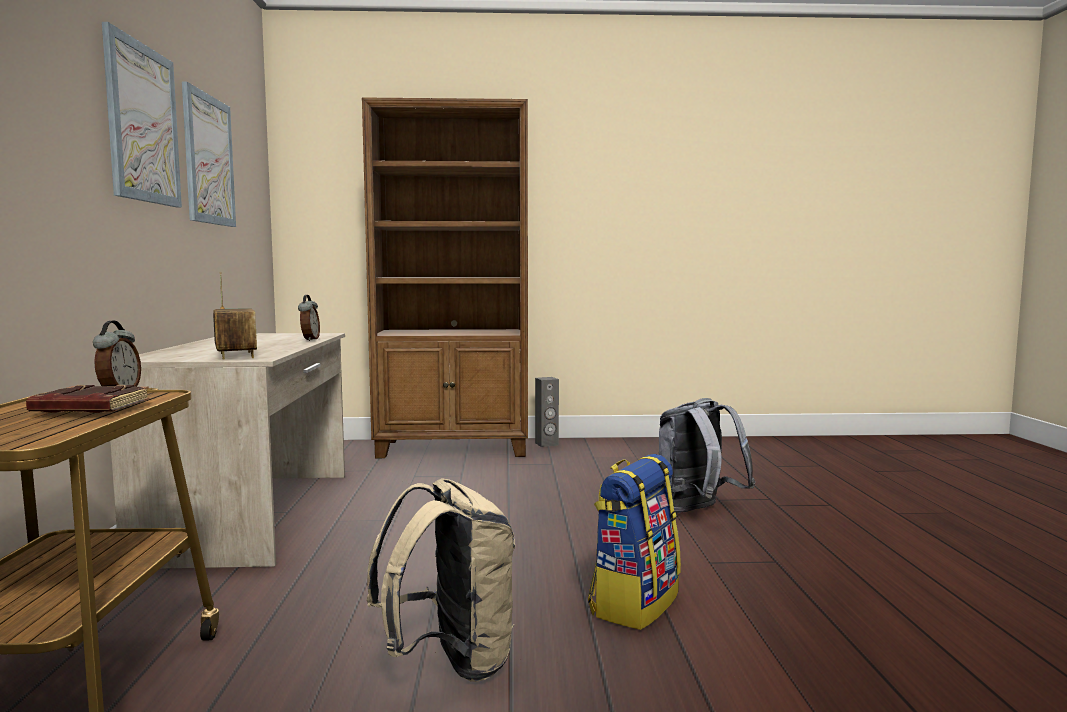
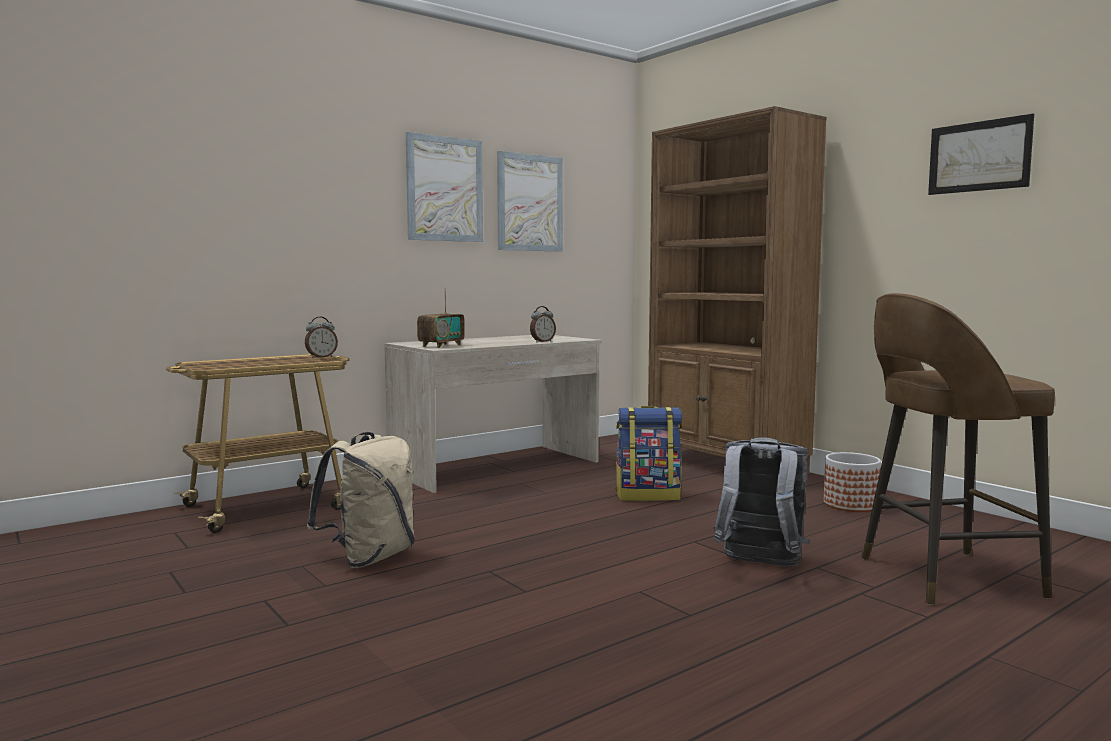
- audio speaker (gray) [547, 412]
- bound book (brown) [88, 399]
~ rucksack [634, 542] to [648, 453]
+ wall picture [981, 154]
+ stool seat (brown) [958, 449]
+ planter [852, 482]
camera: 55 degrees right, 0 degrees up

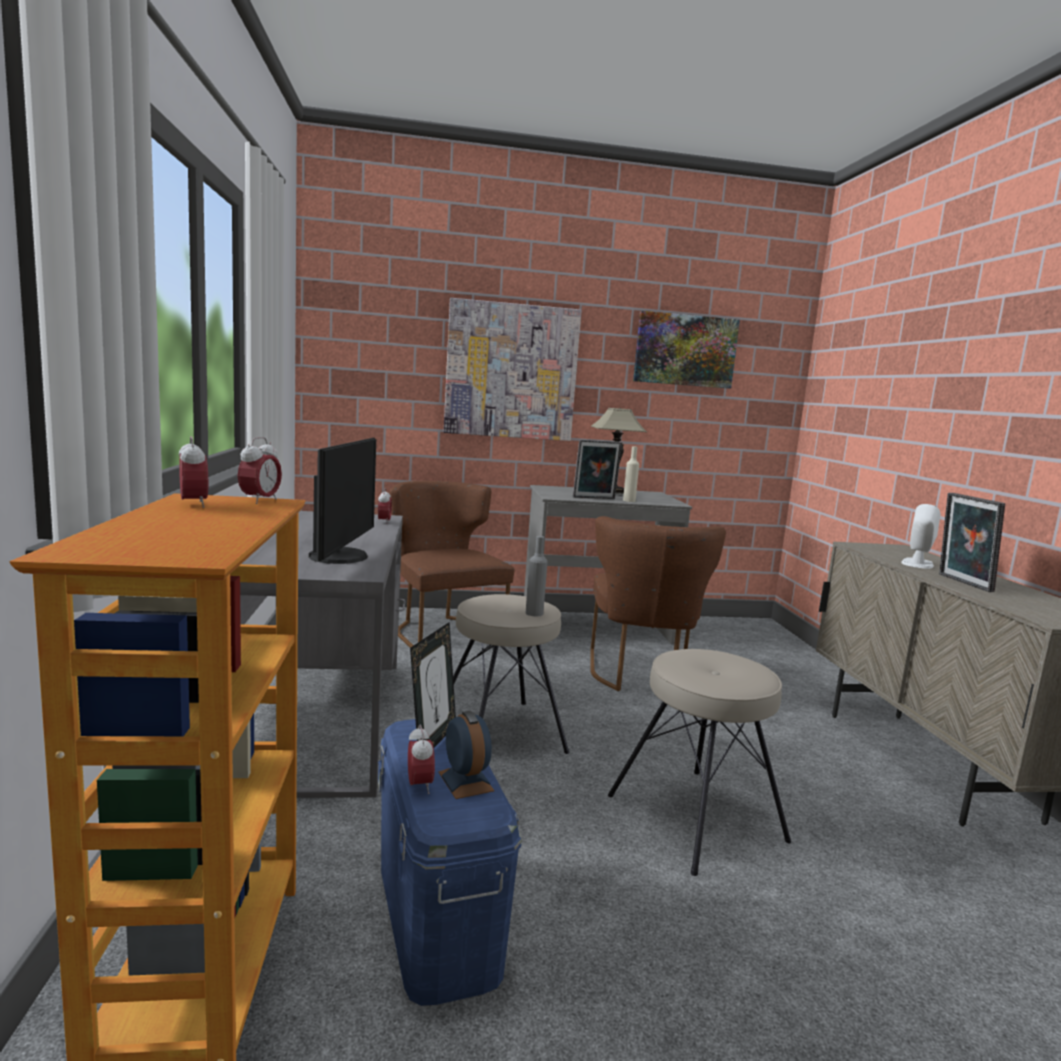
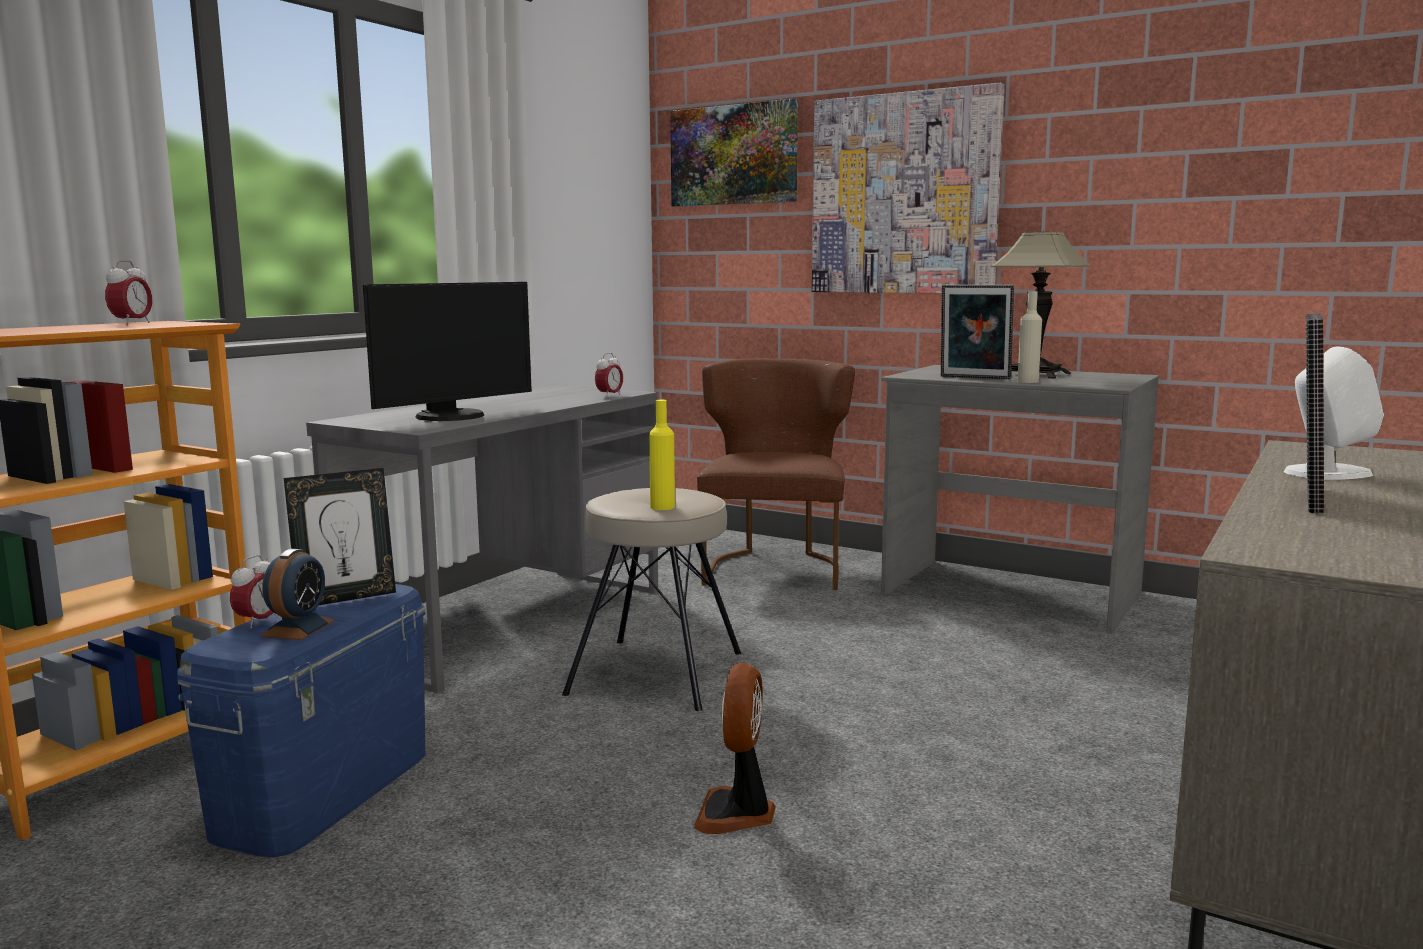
~ wall picture [686, 350] to [734, 153]
- alarm clock [260, 470]
- upright chair (brown) [658, 603]
~ beverage bottle (gray) [537, 576] to beverage bottle (yellow-coloured) [662, 455]
~ stool seat (sand-coloured) [699, 762] to cooling fan [735, 748]
camera: 40 degrees right, 0 degrees up

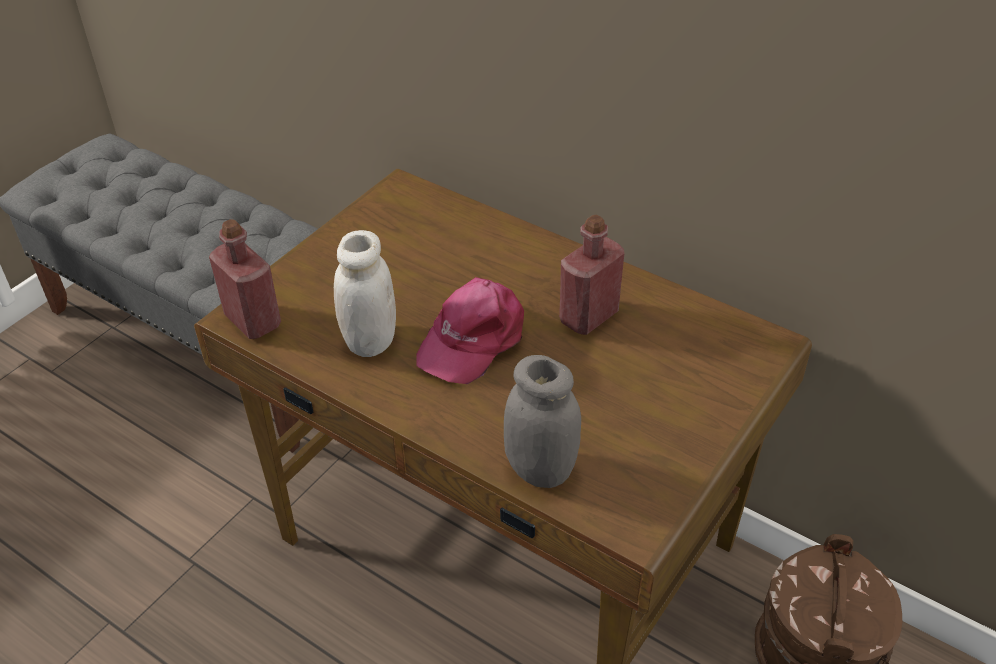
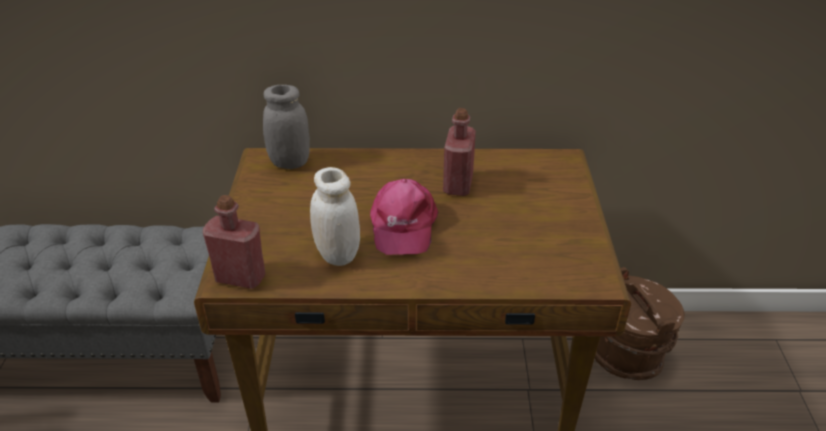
~ preserve jar (gray) [542, 421] to [286, 127]
camera: 35 degrees left, 5 degrees down

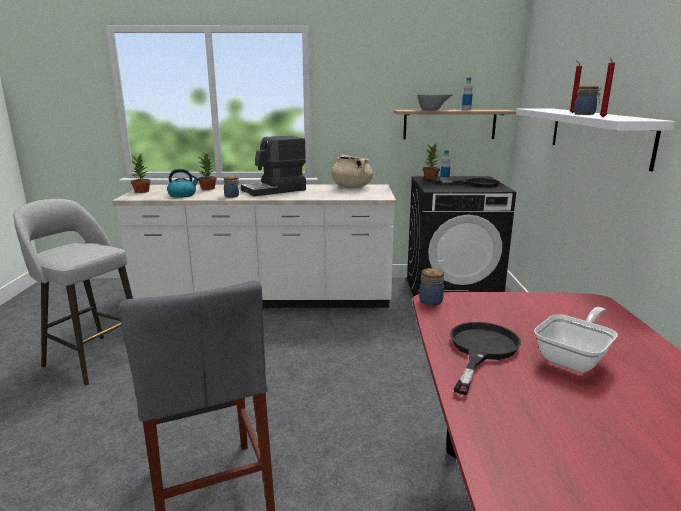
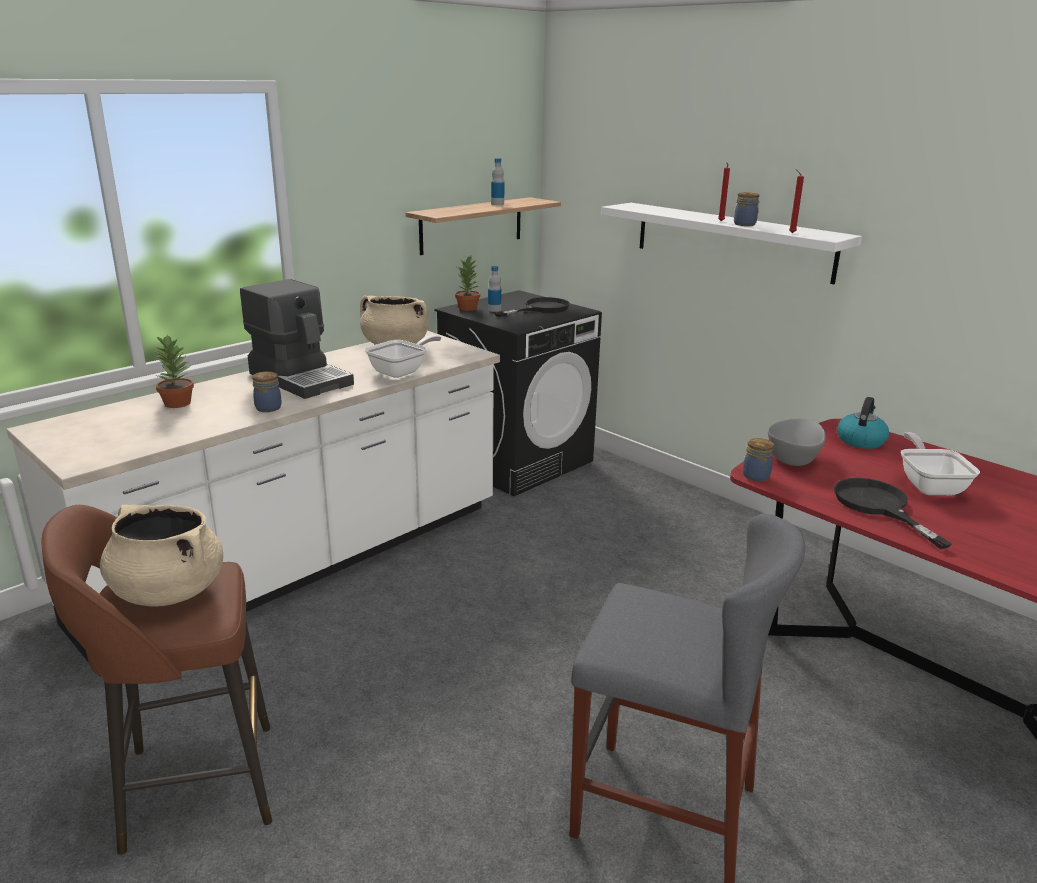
~ serving bowl (gray) [435, 102] to [797, 442]
~ coffee machine [273, 166] = [297, 339] 60 degrees counterclockwise
- houseplant [141, 173]
~ water kettle [183, 183] to [863, 423]
~ stool seat (gray) [73, 292] to stool seat (brown) [157, 680]
+ frying pan [403, 356]
+ cooking pot (sand-coloured) [161, 556]
camera: 45 degrees left, 5 degrees up

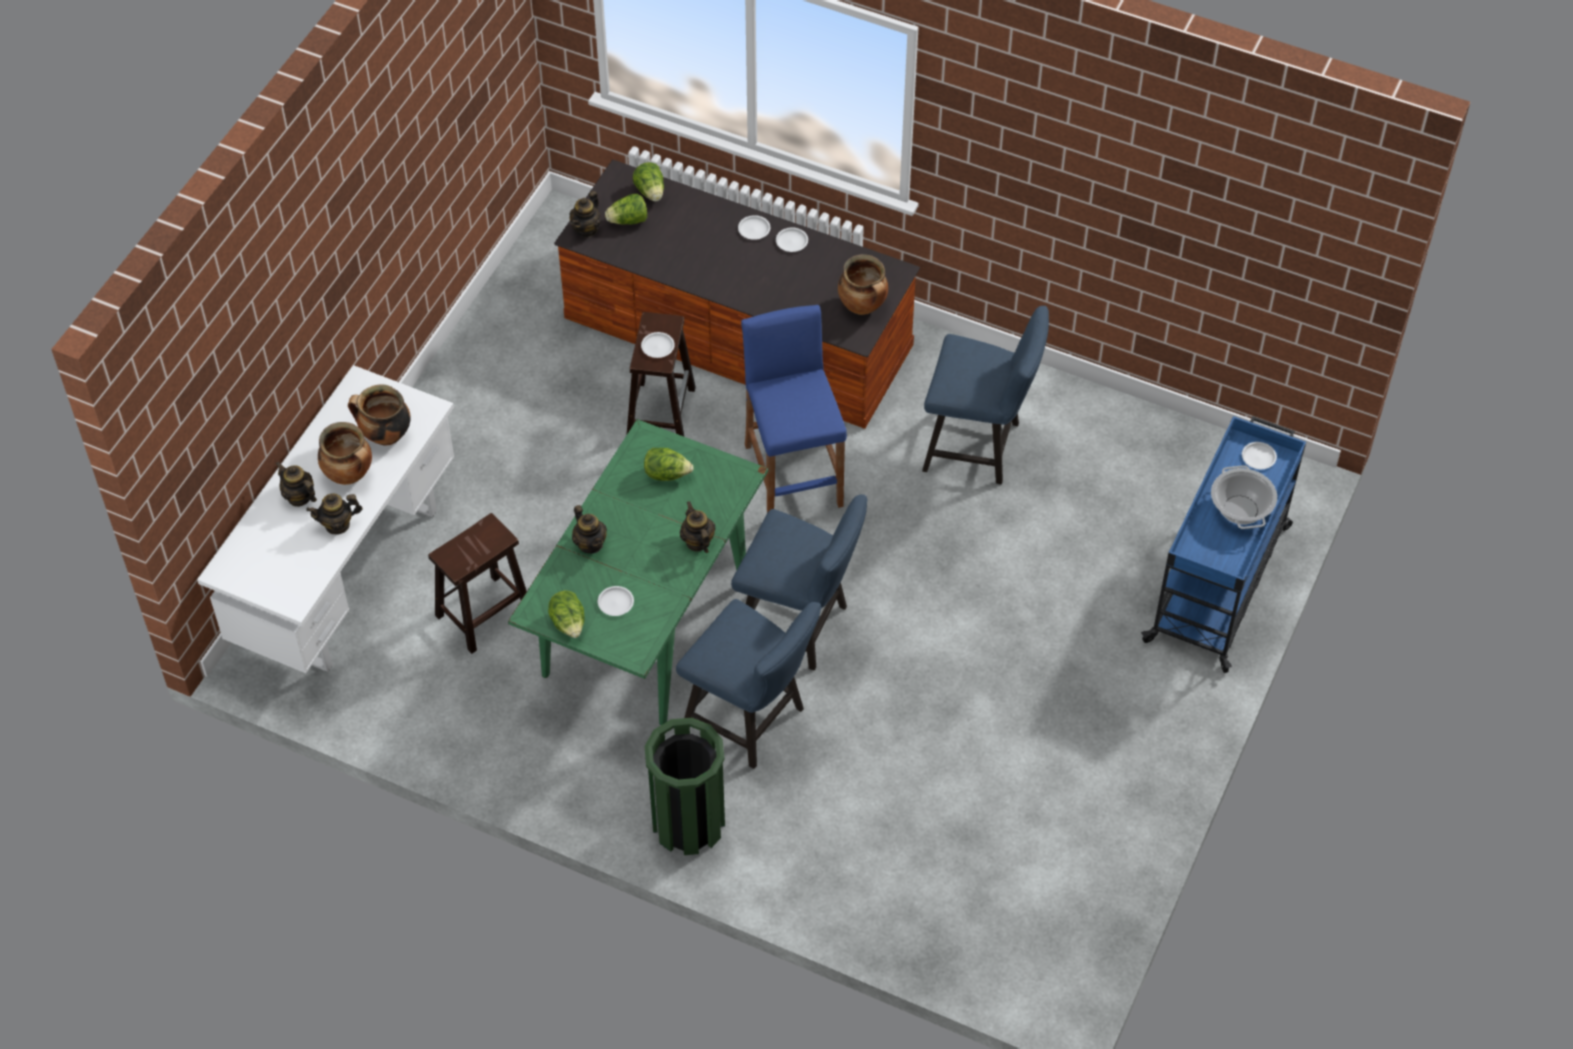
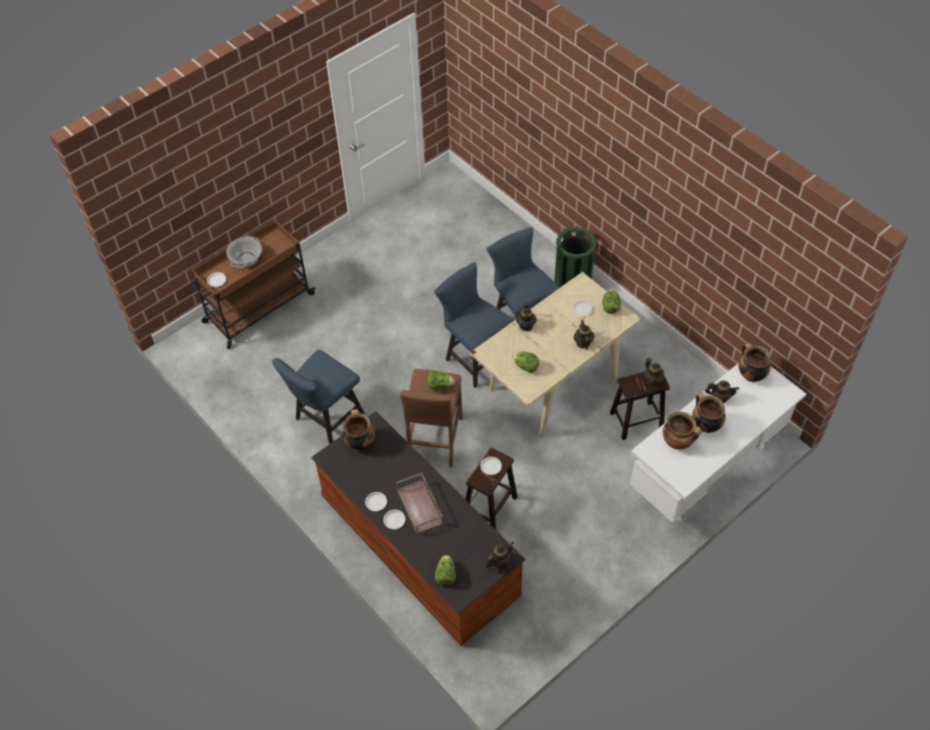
~ lettuce head [626, 209] to [441, 380]
~ stool seat (blue-coloured) [794, 409] to stool seat (brown) [431, 418]
~ upright chair (blue-coloured) [985, 395] = [318, 396] 90 degrees counterclockwise
~ trolley (blue-coloured) [1223, 544] to trolley (brown) [252, 284]
~ dining table (green-coloured) [638, 572] to dining table (sand-coloured) [555, 354]
~ pot for tea [296, 484] to [654, 372]
+ cooking pot [754, 362]
+ carrying tray (brown) [419, 503]
camera: 155 degrees left, 0 degrees up

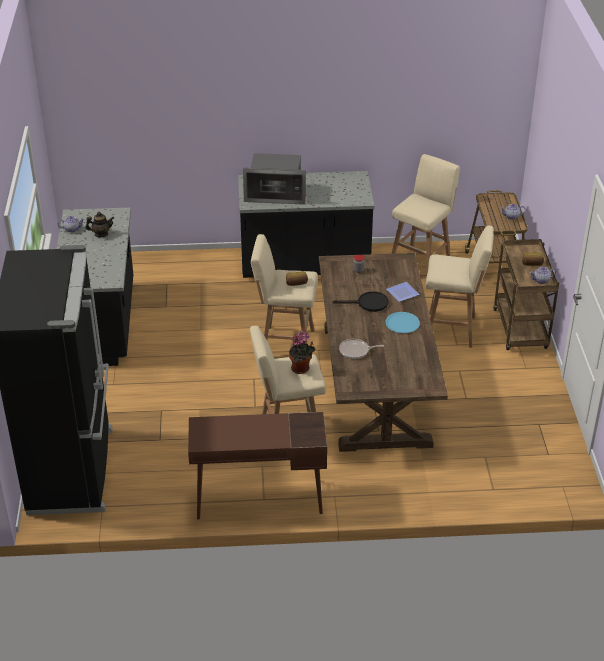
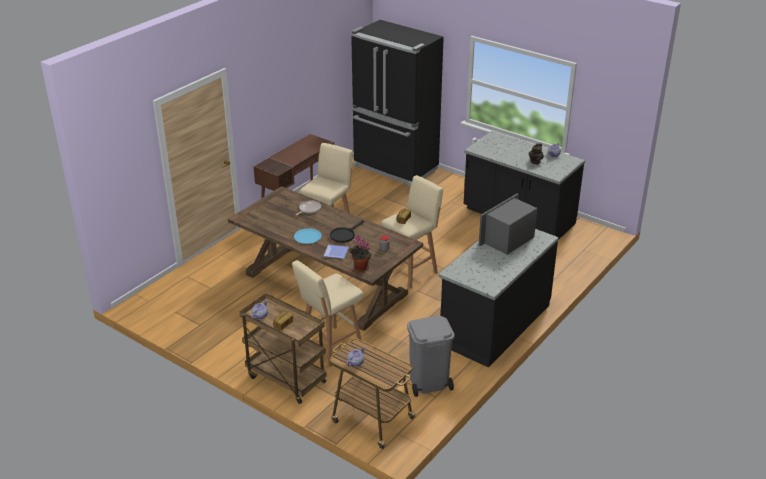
~ stool seat (sand-coloured) [425, 215] to waste bin (gray) [431, 356]
~ houseplant [302, 352] to [360, 254]
camera: 130 degrees right, 5 degrees down

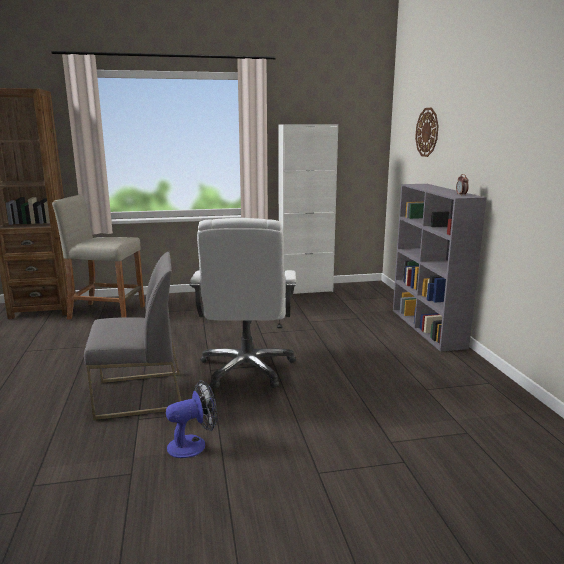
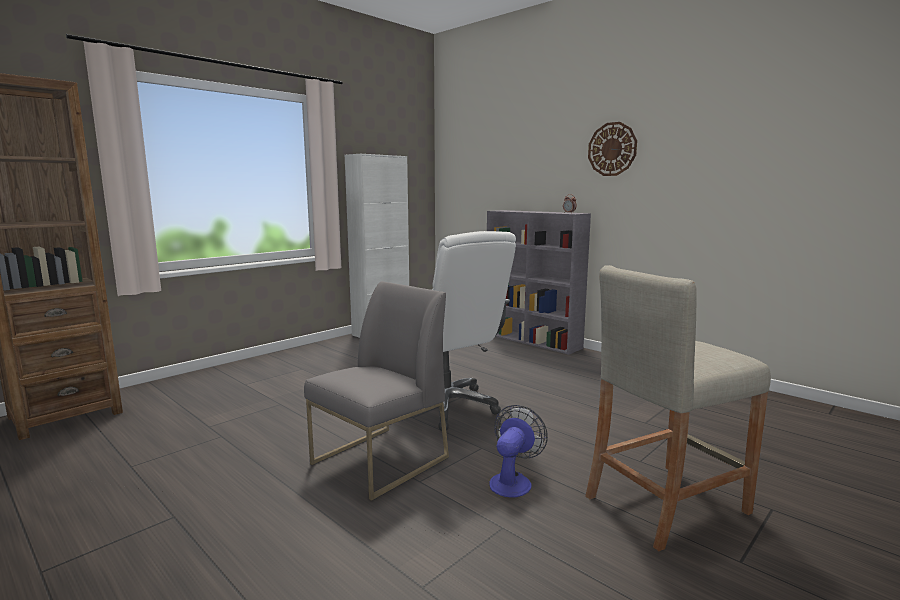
~ clock on the wall [426, 132] to [612, 149]
~ stool seat (sand-coloured) [98, 257] to [678, 408]
camera: 35 degrees left, 5 degrees down

